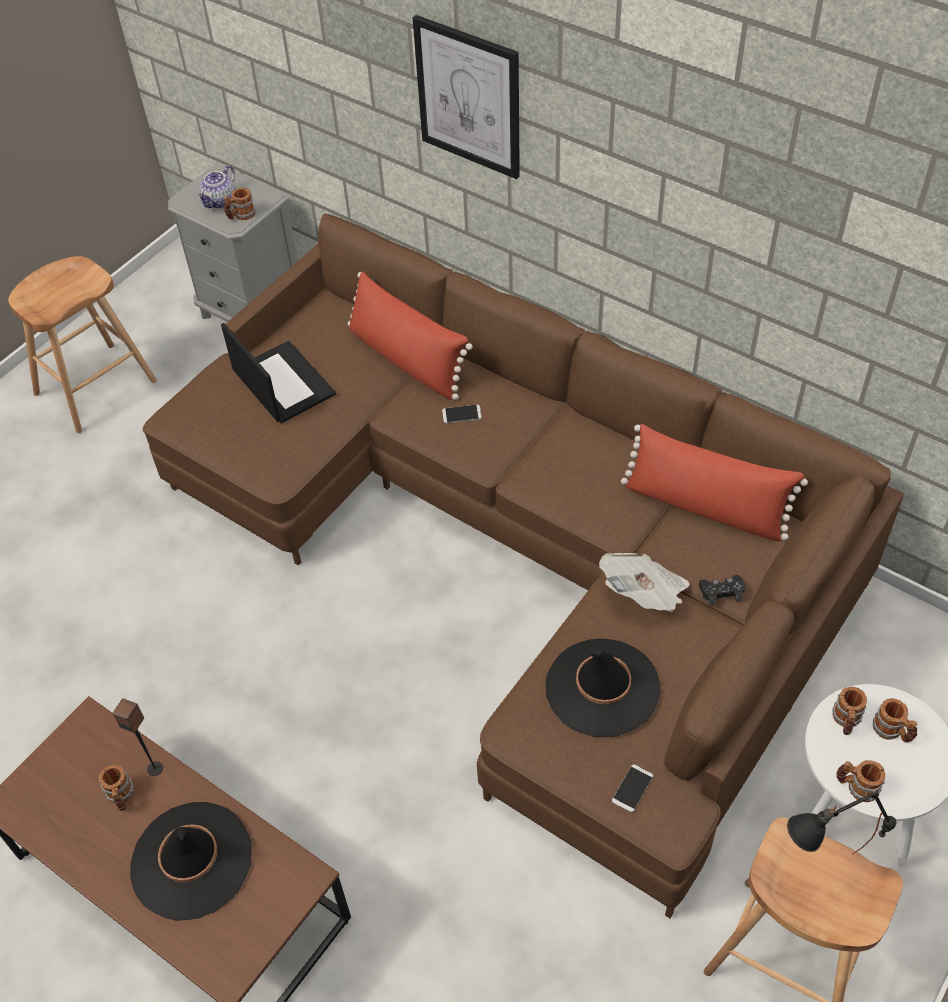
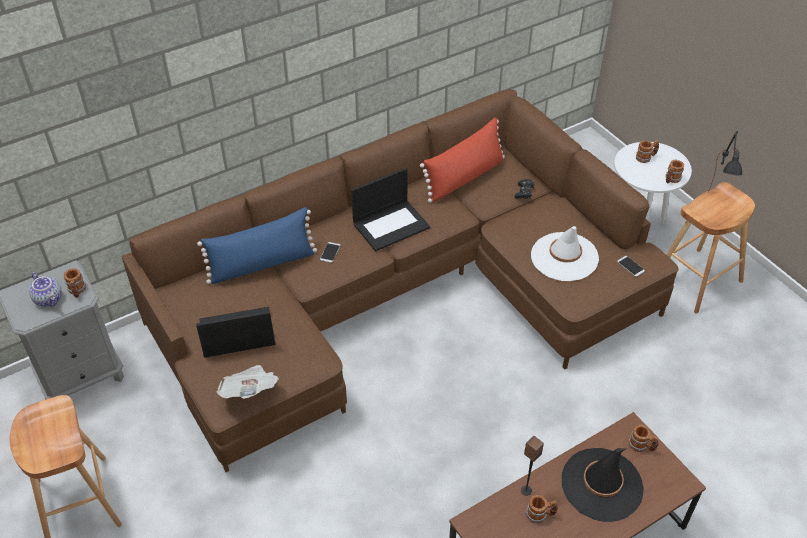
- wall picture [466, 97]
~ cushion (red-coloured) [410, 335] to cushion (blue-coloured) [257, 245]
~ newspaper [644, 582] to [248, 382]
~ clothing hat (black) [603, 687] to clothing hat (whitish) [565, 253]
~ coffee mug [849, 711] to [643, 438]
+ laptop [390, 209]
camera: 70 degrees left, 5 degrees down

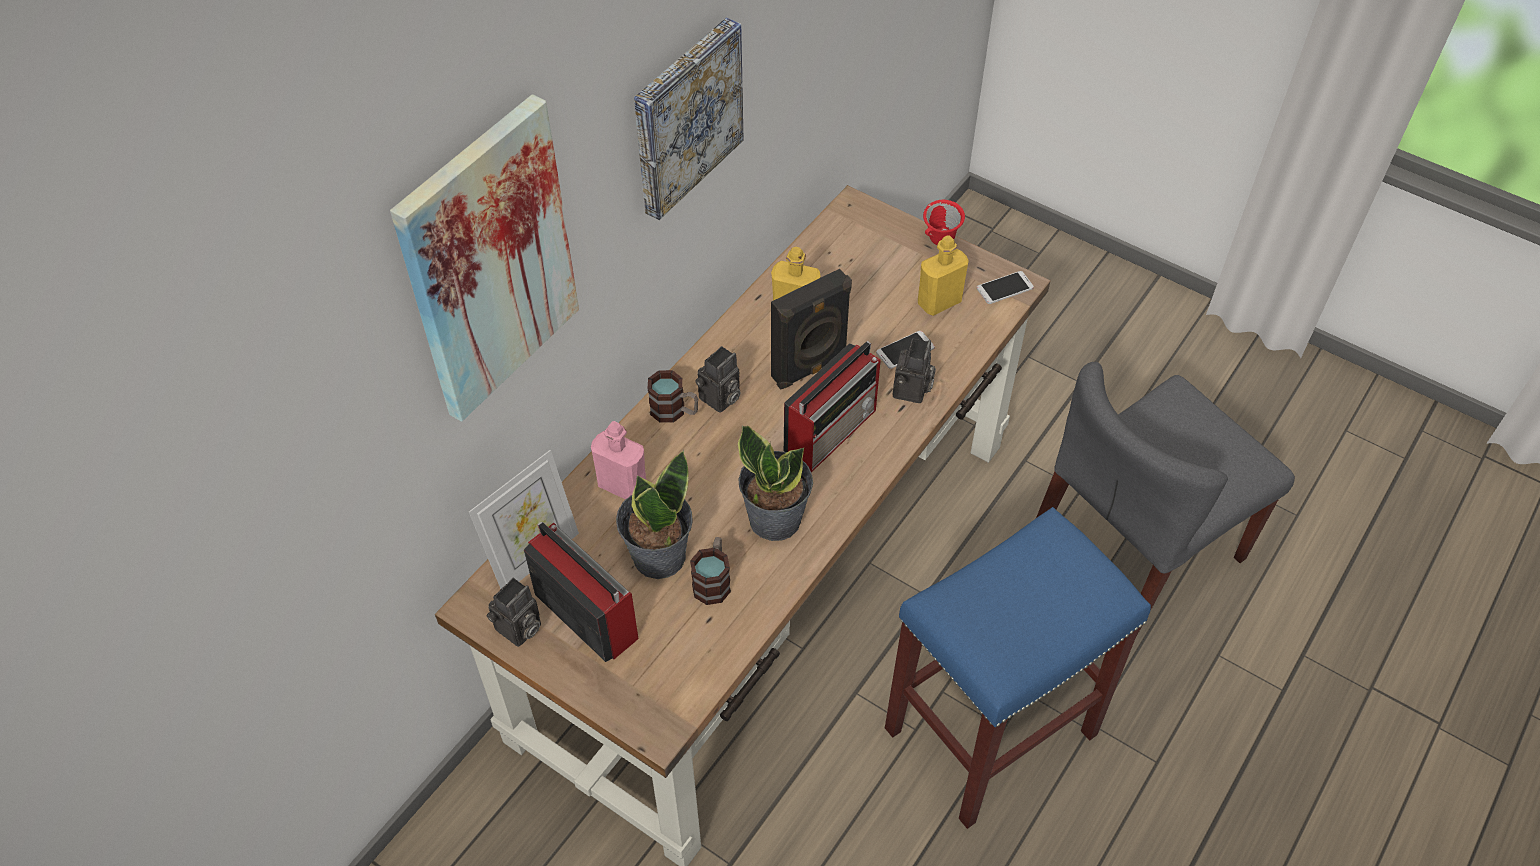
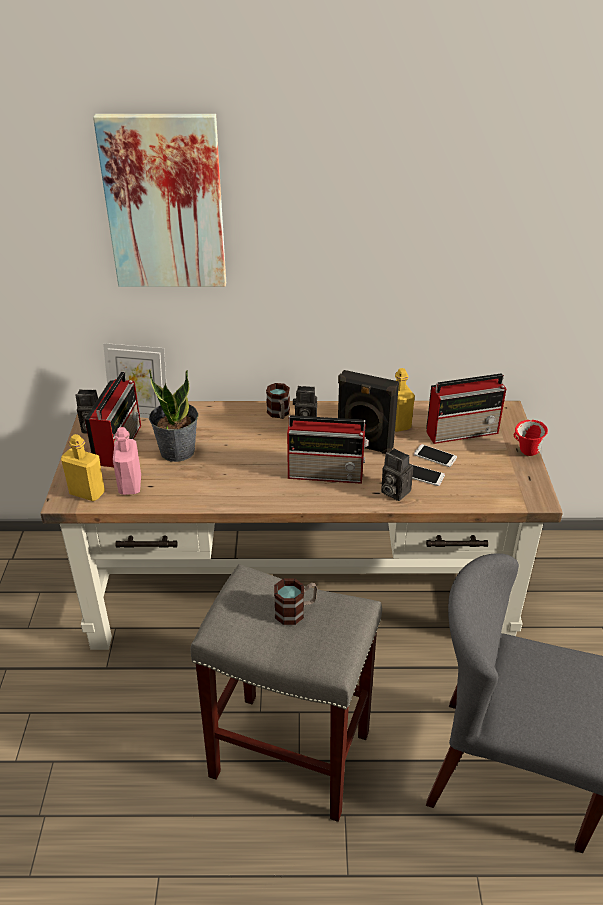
- wall picture [689, 119]
~ beverage bottle (yellow-coloured) [943, 275] to [83, 467]
~ telephone [1005, 287] to [435, 455]
~ still camera [914, 371] = [397, 474] 60 degrees clockwise
~ beverage bottle (pink-coloured) [618, 460] to [127, 461]
- houseplant [775, 483]
~ stool seat (blue-coloured) [1018, 668] to stool seat (gray) [286, 693]
~ coffee mug [710, 571] to [295, 601]
+ radio [466, 408]
camera: 55 degrees right, 15 degrees down

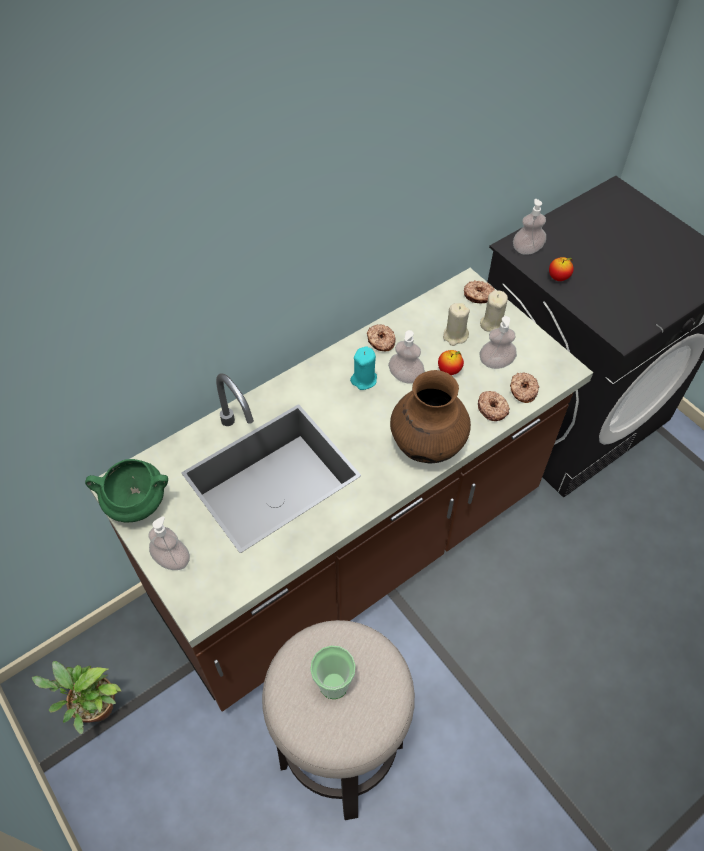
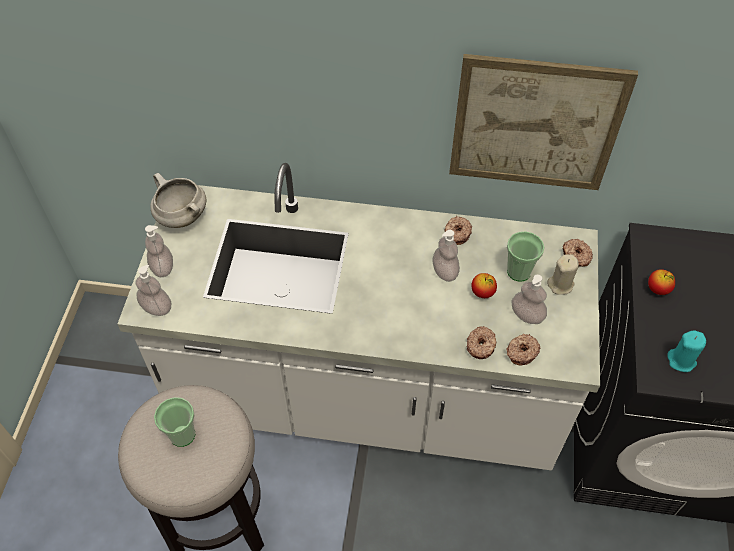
~ liquid soap bottle [529, 227] to [153, 290]
~ counter (brown) [341, 490] to counter (whitish) [359, 316]
~ wax candle (sand-coloured) [456, 324] to small cup [525, 256]
~ wax candle (turquoise) [363, 368] to [686, 351]
- flower vase (brown) [430, 416]
~ cooking pot (green-coloured) [126, 490] to cooking pot (whitish) [179, 200]
- houseplant [76, 697]
+ wall picture [543, 122]
camera: 45 degrees right, 0 degrees up

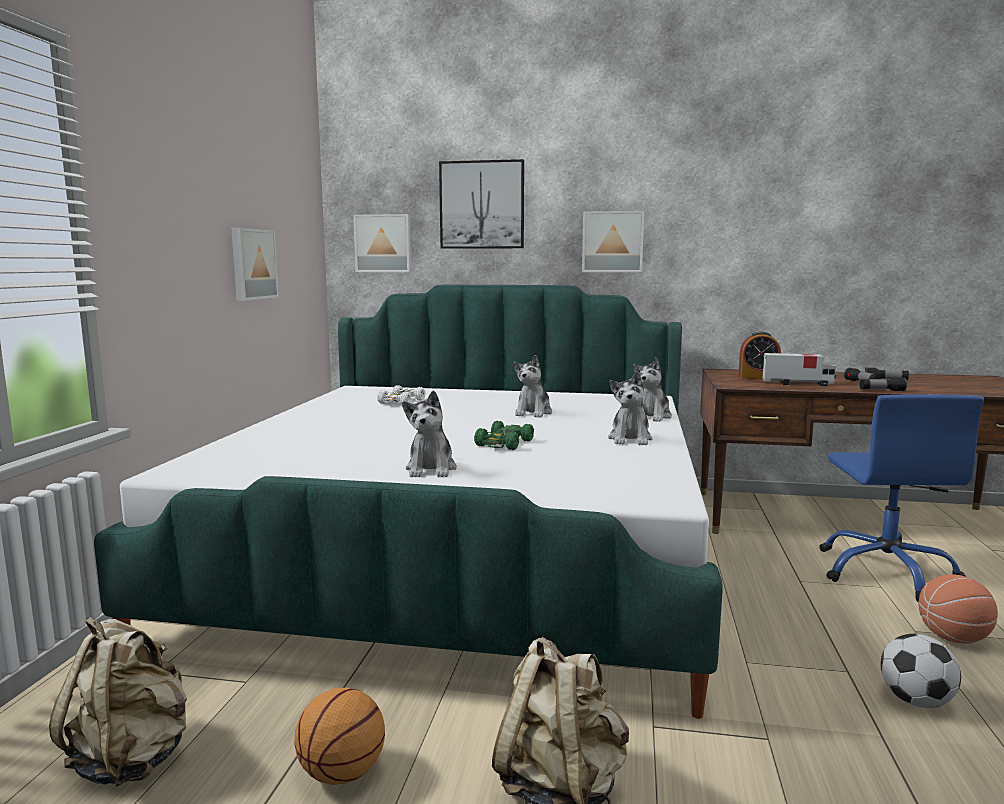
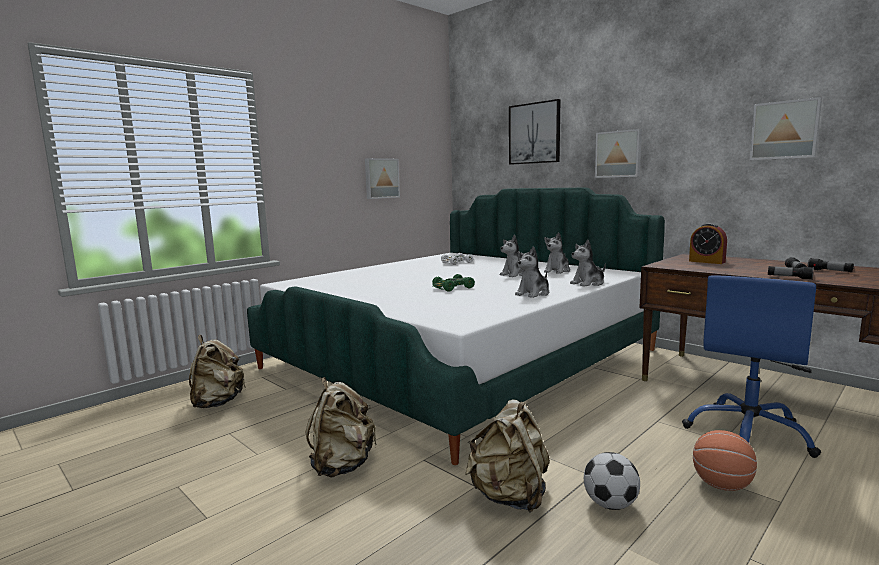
~ wall picture [382, 243] to [786, 128]
- toy truck [799, 369]
~ plush toy [429, 434] to [557, 253]
- basketball [339, 736]
+ rucksack (sand-coloured) [507, 456]
camera: 35 degrees right, 0 degrees up

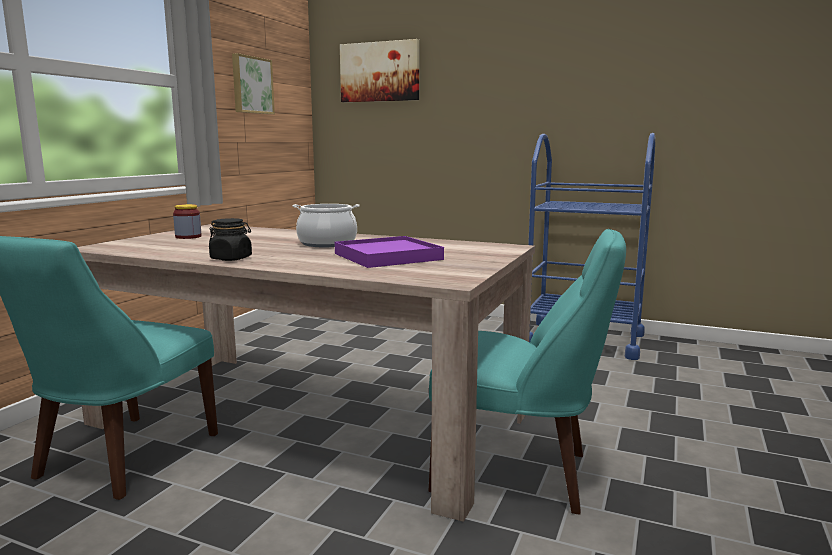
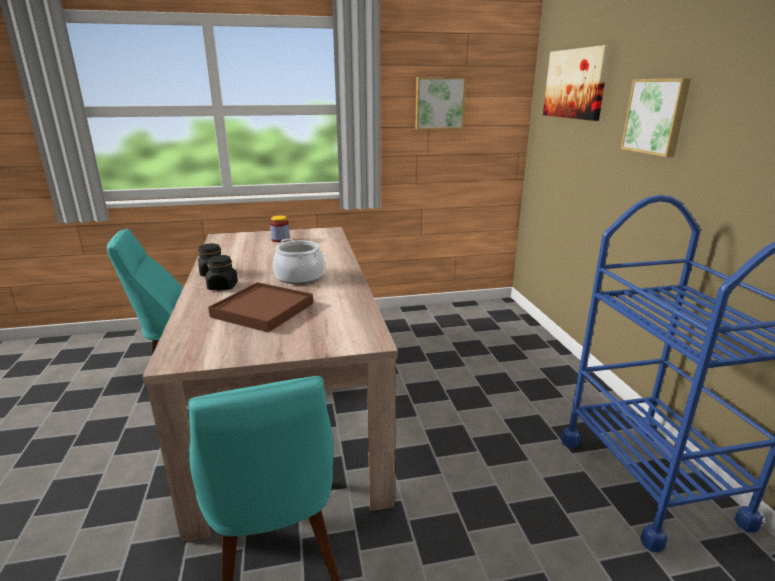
~ carrying tray (purple-coloured) [389, 252] to carrying tray (brown) [260, 307]
+ wall picture [656, 117]
+ preserve jar (black) [222, 272]
camera: 55 degrees right, 10 degrees up

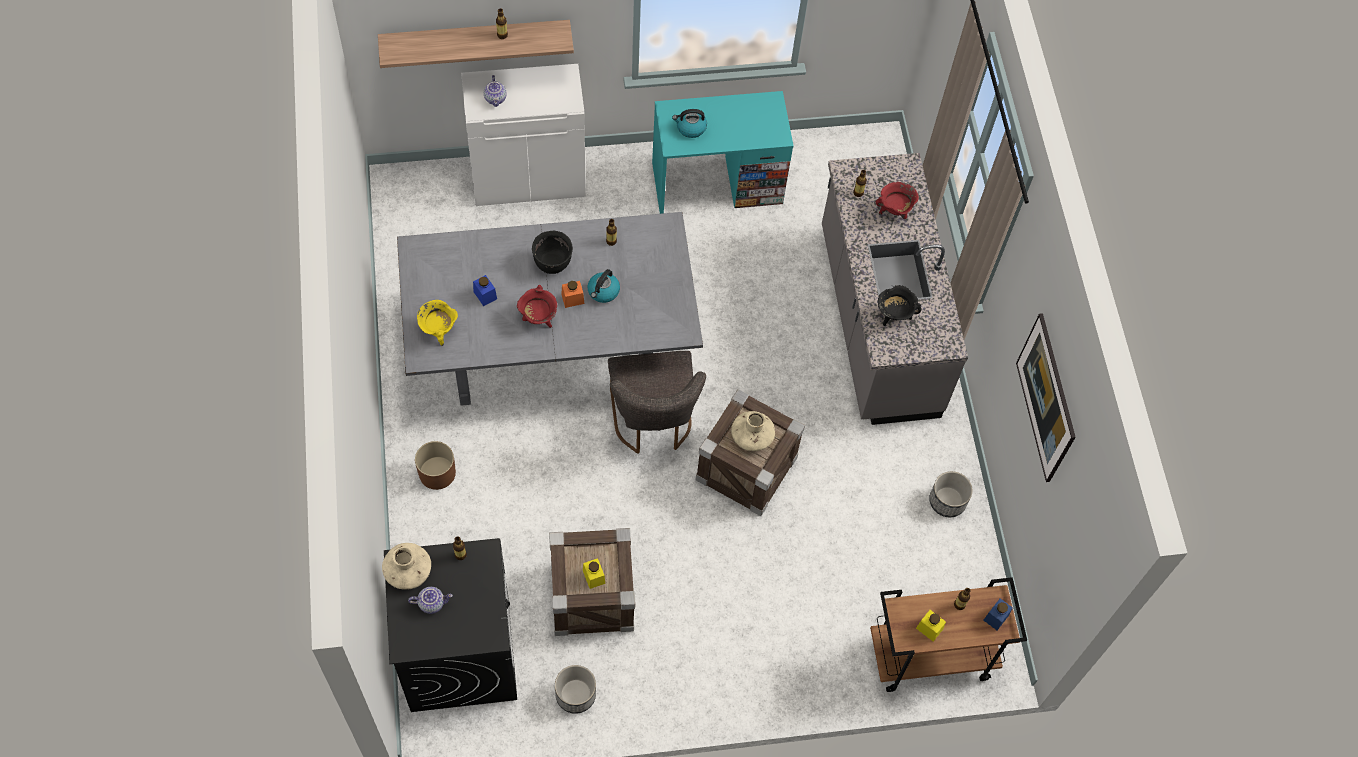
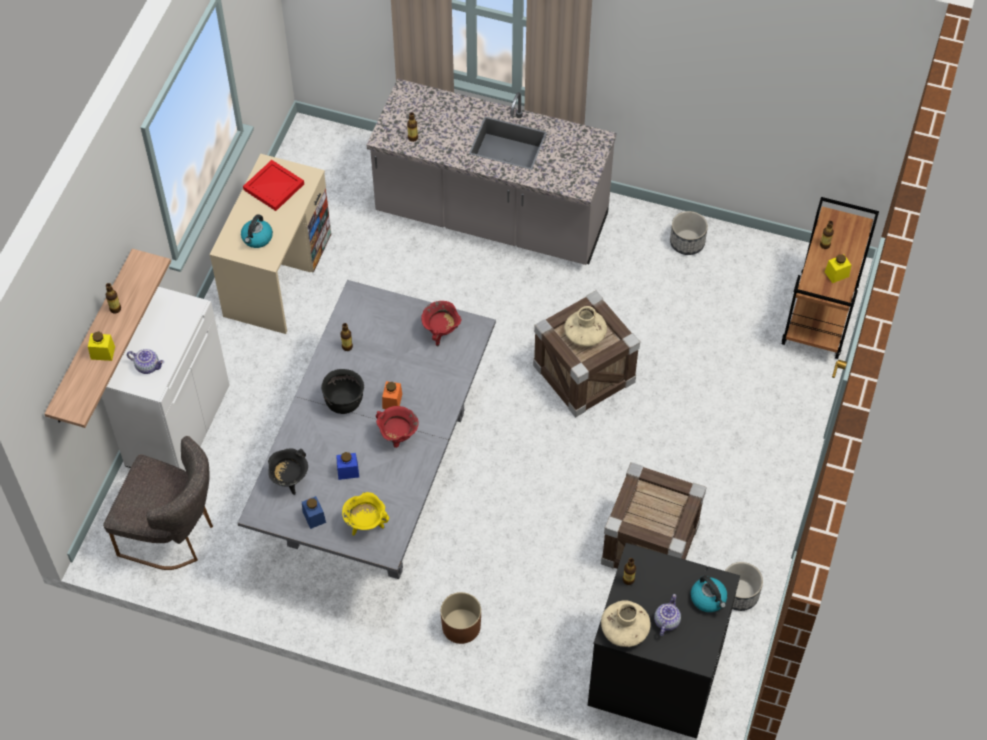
~ desk (turquoise) [723, 152] to desk (sand-coloured) [270, 244]
~ cooking pot (red-coloured) [897, 200] to [441, 324]
~ water kettle [603, 286] to [709, 593]
~ cooking pot (black) [899, 305] to [288, 471]
- wall picture [1046, 397]
~ upright chair (gray) [657, 402] to [158, 503]
~ preserve jar (yellow-coloured) [594, 573] to [101, 346]
~ preserve jar (blue-coloured) [998, 614] to [314, 512]
+ carrying tray (red-coloured) [273, 185]
camera: 60 degrees left, 5 degrees down

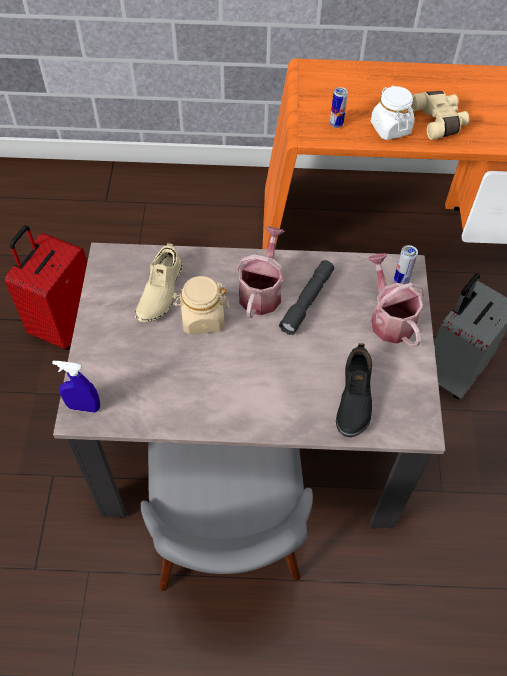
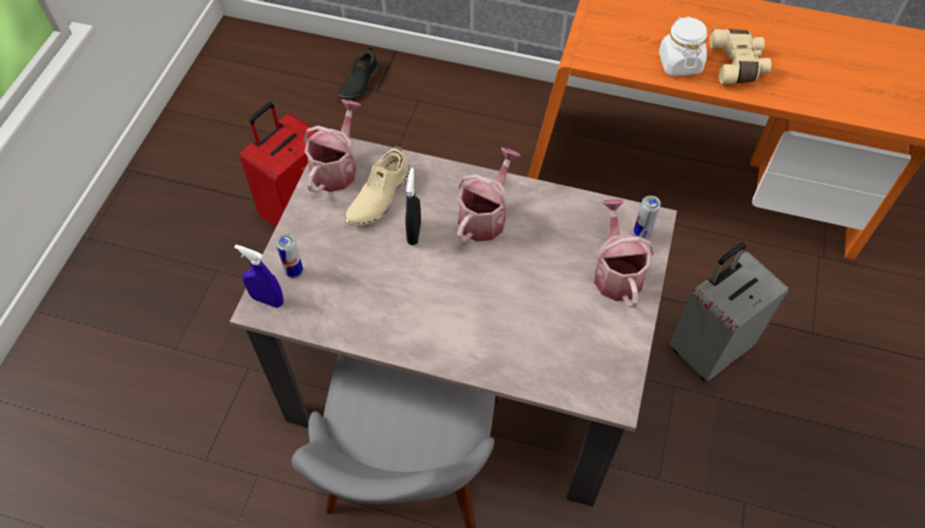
~ can [339, 107] to [289, 256]
- torch (gray) [306, 297]
~ preserve jar (sand-coloured) [201, 305] to hand sprayer (black) [413, 206]
~ low shoe (black) [354, 390] to [358, 73]
+ watering can [332, 146]
camera: 15 degrees right, 0 degrees up

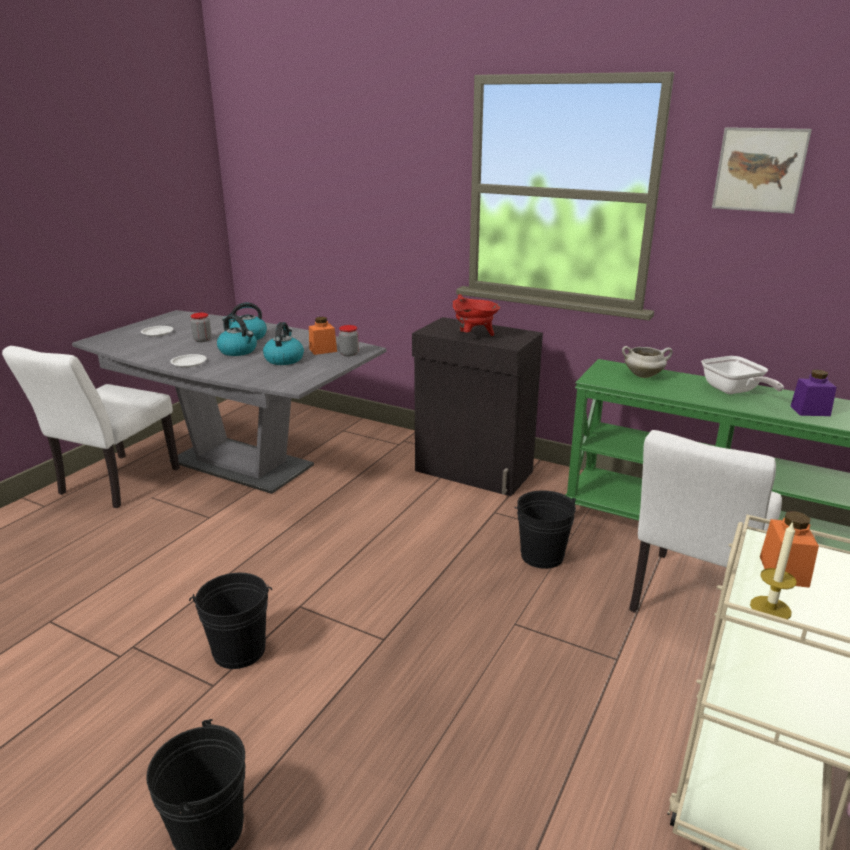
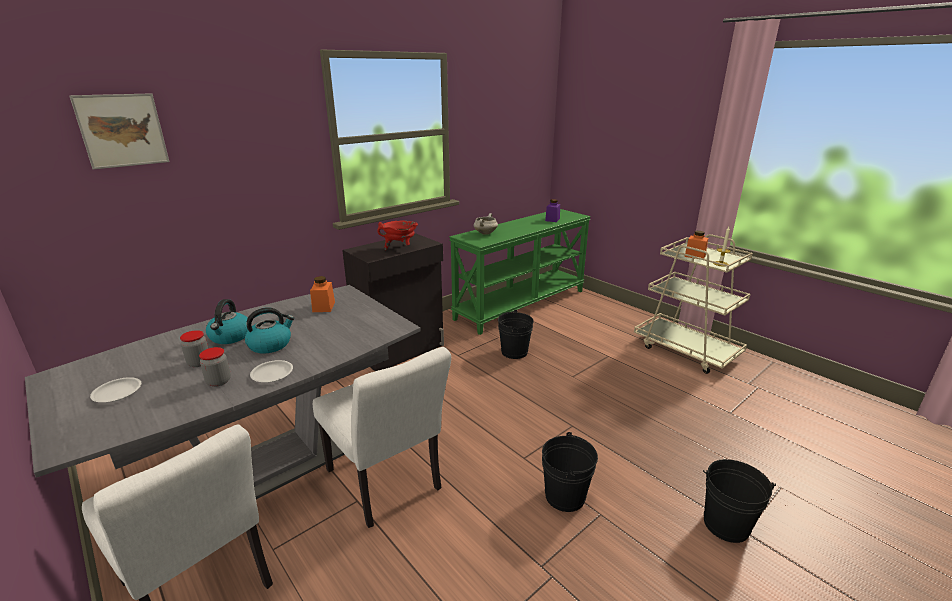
~ wall picture [762, 170] to [119, 131]
- water kettle [283, 343]
~ preserve jar [349, 340] to [215, 367]
- frying pan [742, 375]
~ upright chair (whitish) [705, 521] to [382, 437]
camera: 70 degrees left, 0 degrees up

